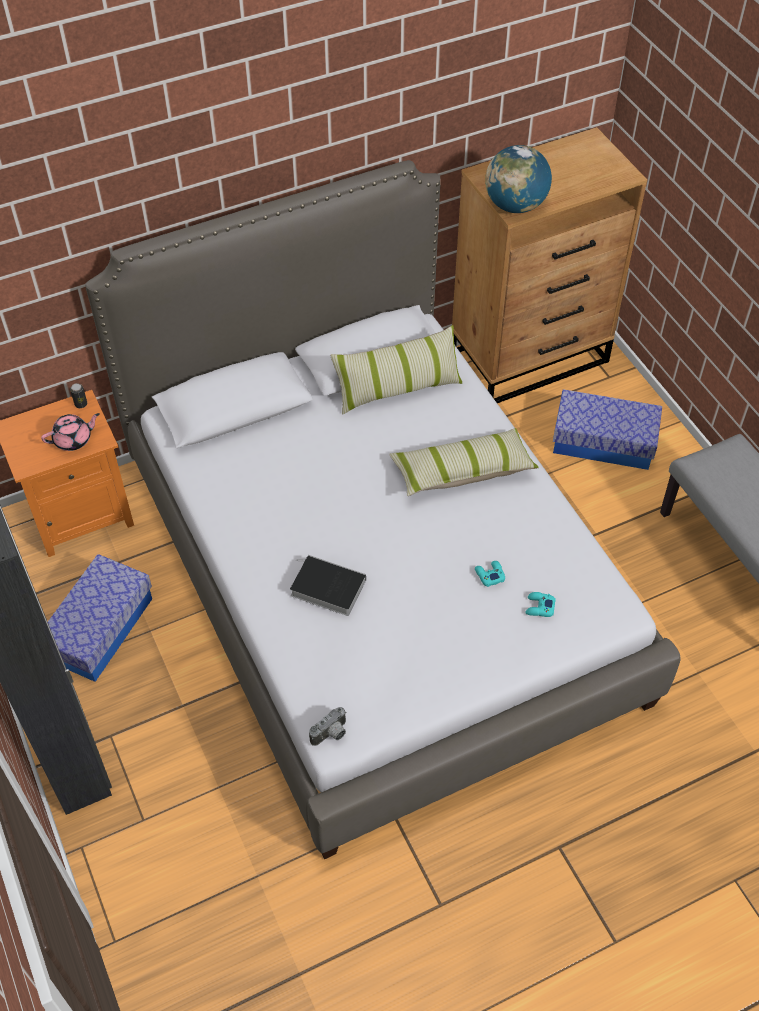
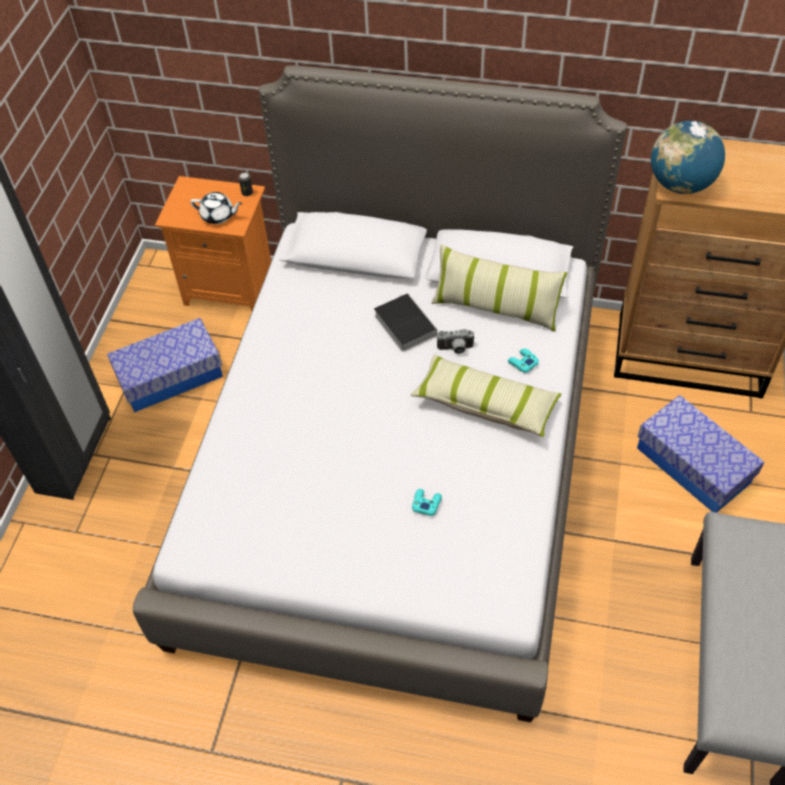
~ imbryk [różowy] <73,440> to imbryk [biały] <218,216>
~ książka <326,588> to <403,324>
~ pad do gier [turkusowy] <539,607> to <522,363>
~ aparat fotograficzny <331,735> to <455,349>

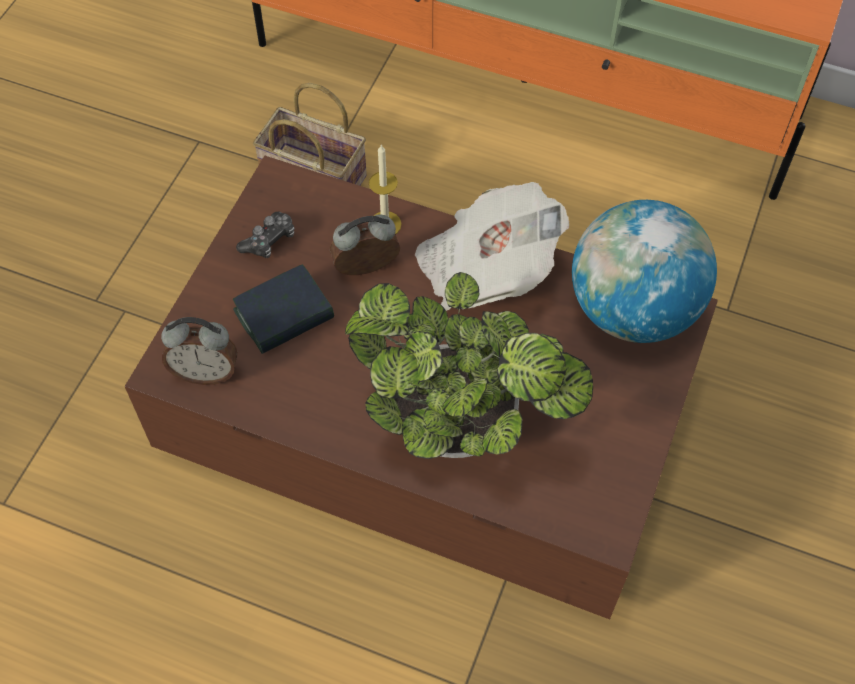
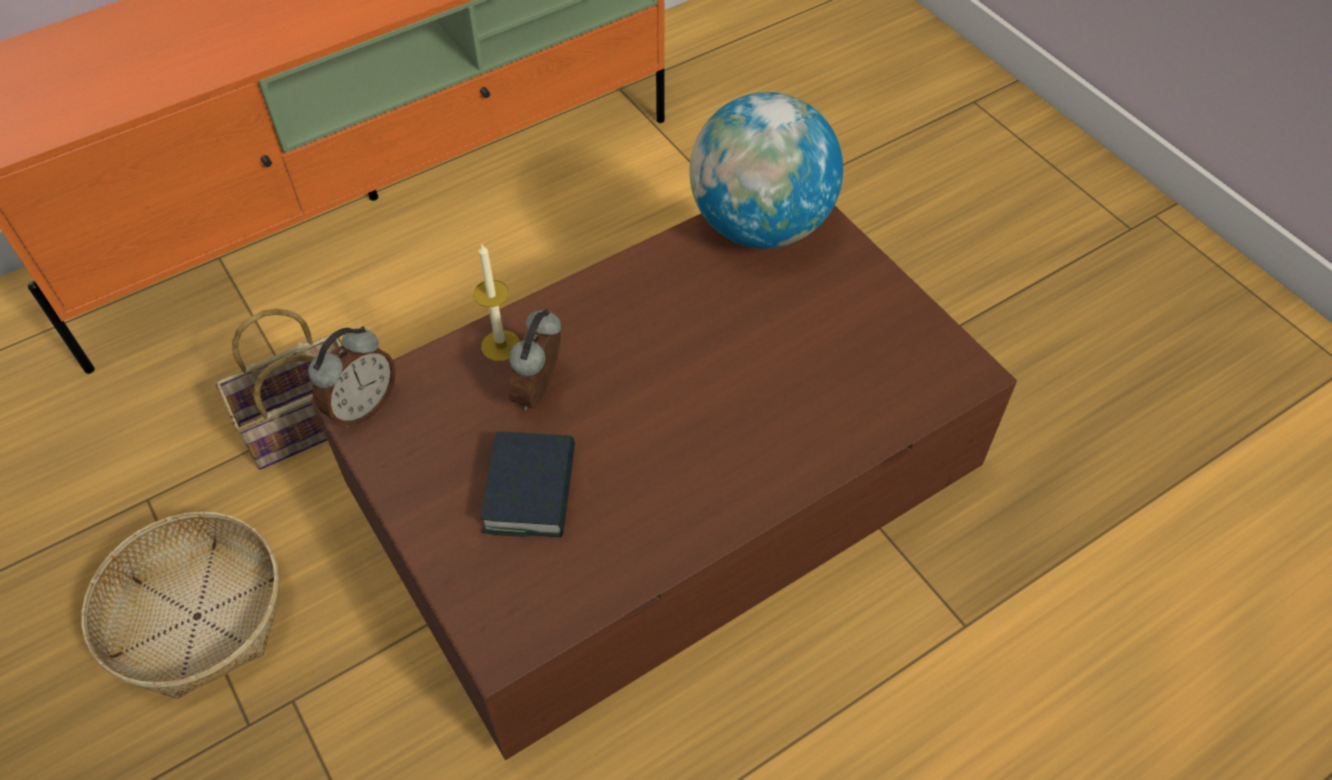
- gazeta <486,268>
- pad do gier <269,241>
- roślina doniczkowa <463,424>
~ budzik <206,372> to <362,406>
+ koszyk <196,616>

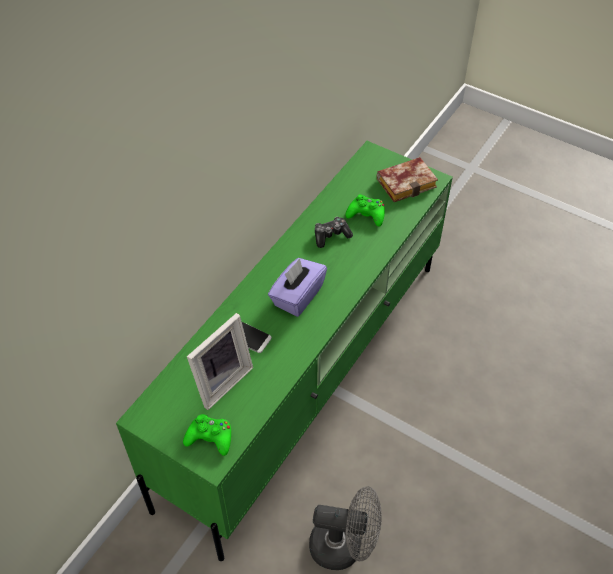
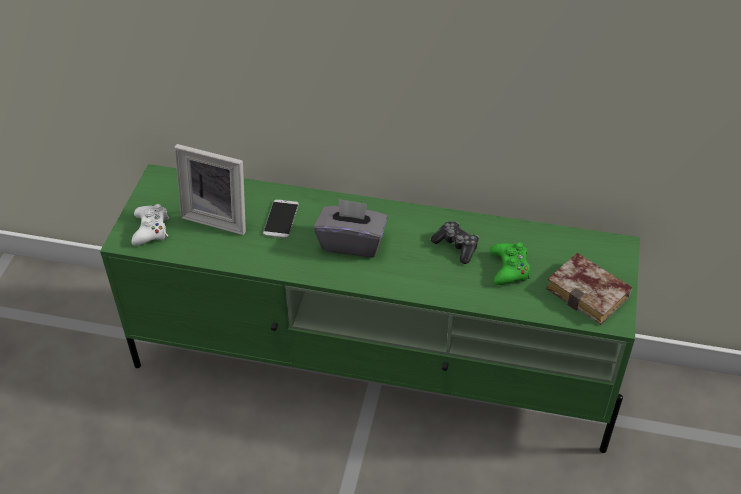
~ pudełko chusteczek [fioletowy] <297,296> to pudełko chusteczek [szary] <352,242>
~ pad do gier [zielony] <210,437> to pad do gier [biały] <151,229>
- wentylator [szary] <344,546>

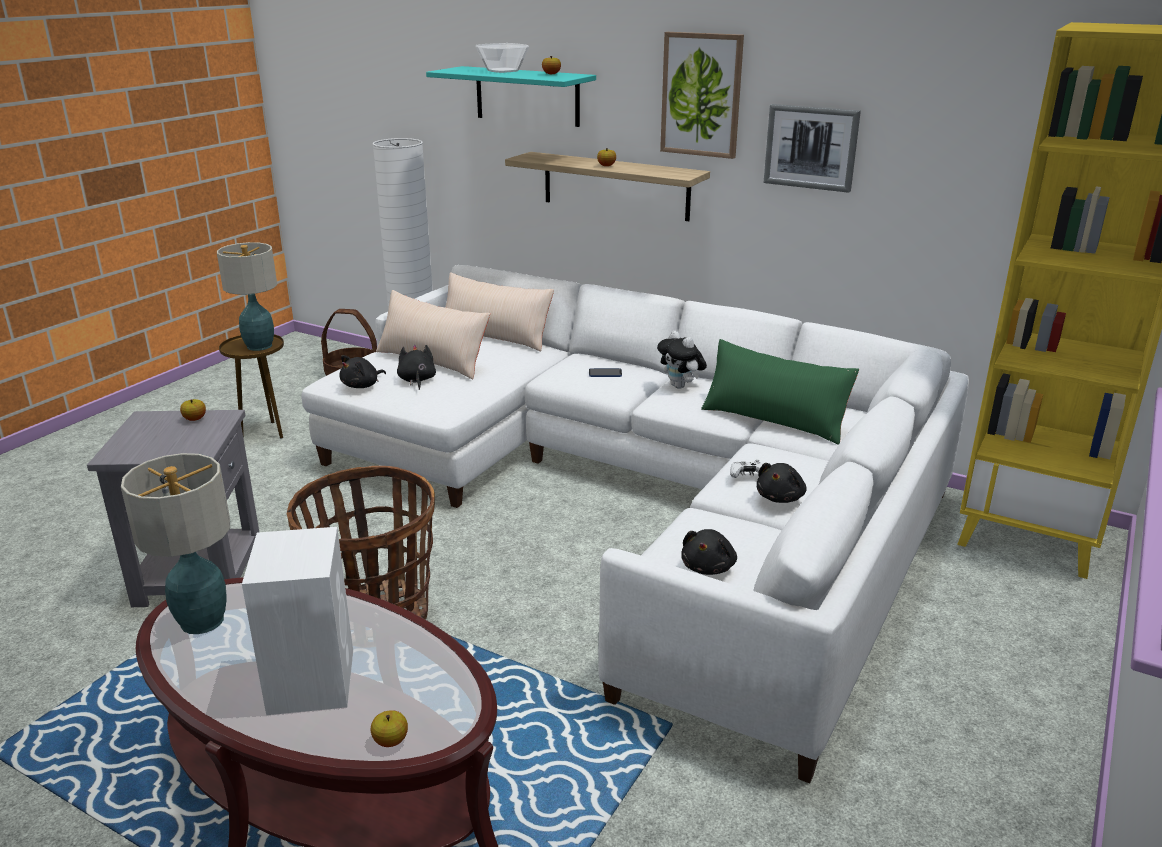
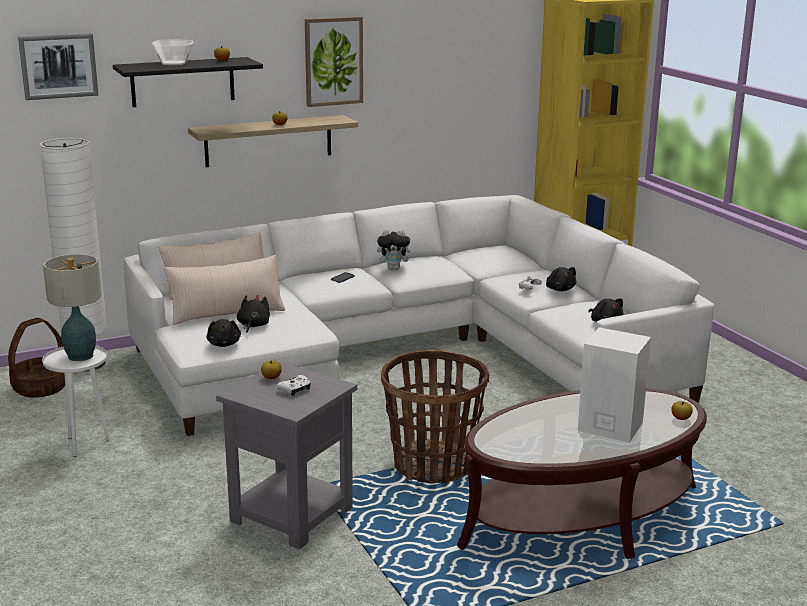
~ półka [turkusowy] <527,96> to półka [czarny] <182,82>
~ obraz <811,147> to <58,66>
~ stolik [brązowy] <265,432> to stolik [biały] <84,444>
- poduszka [zielony] <774,420>
~ pluszak [czarny] <417,380> = <253,326> 75 degrees clockwise
- lampa stołowa <201,621>
+ pad do gier [biały] <295,390>

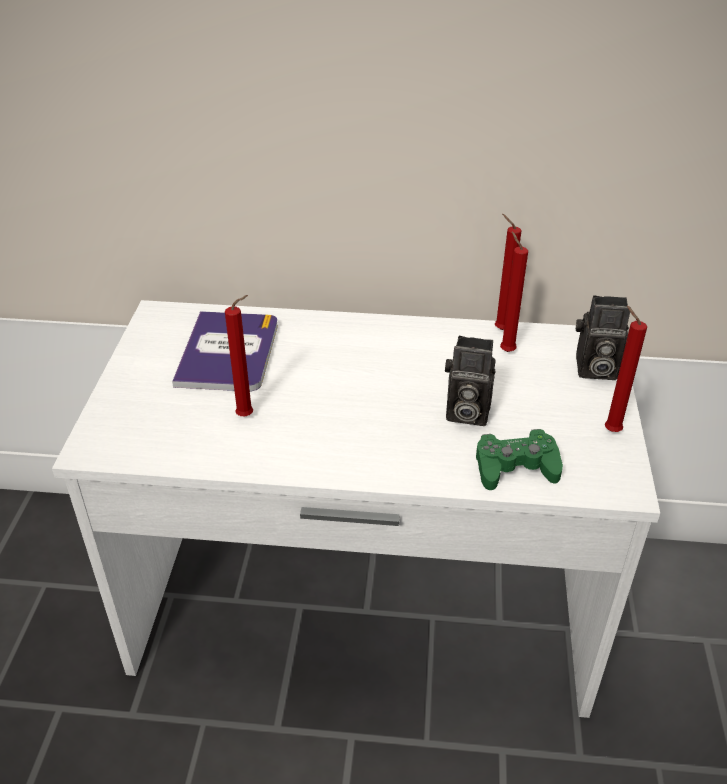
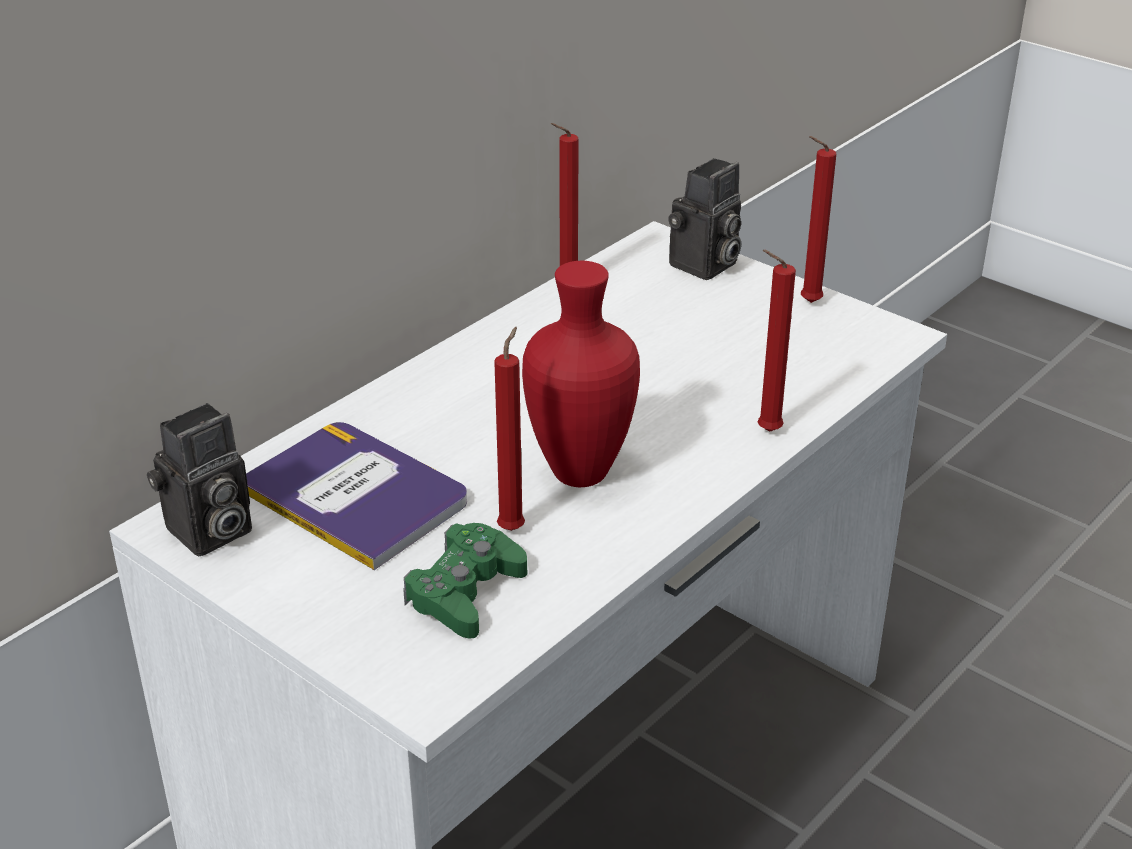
~ świeca [czerwony] <505,350> to <765,431>
~ aparat fotograficzny <465,413> to <208,534>
~ pad do gier [zielony] <515,467> to <465,592>
+ wazon [czerwony] <582,471>

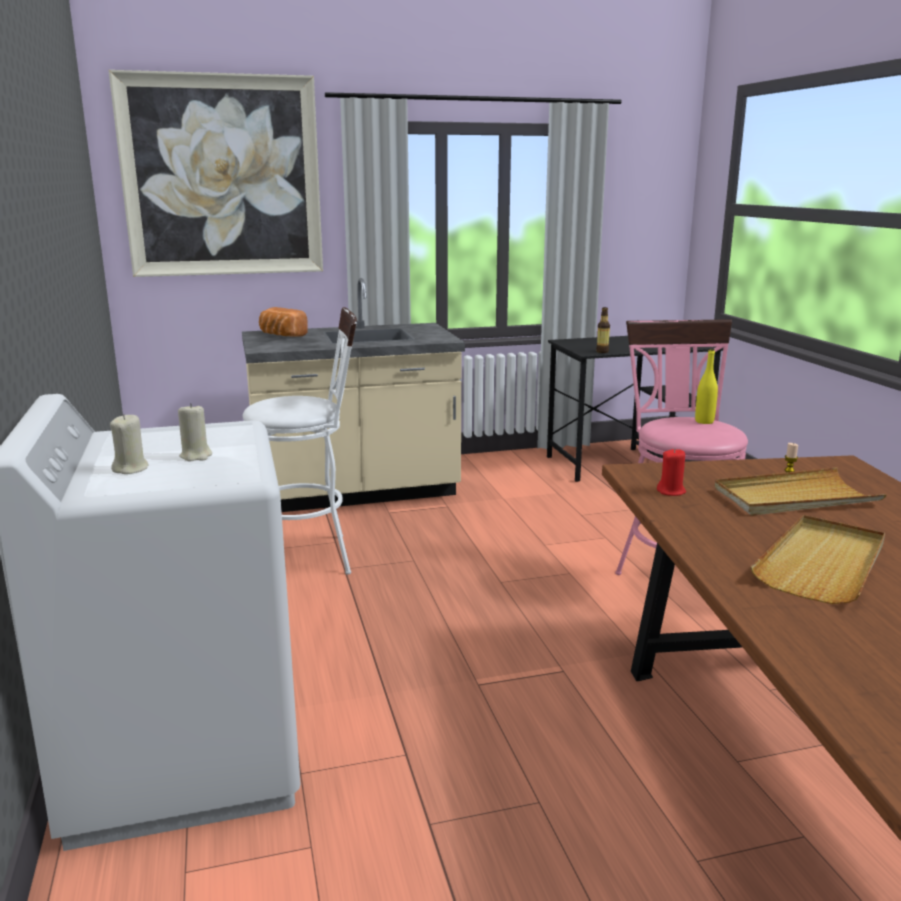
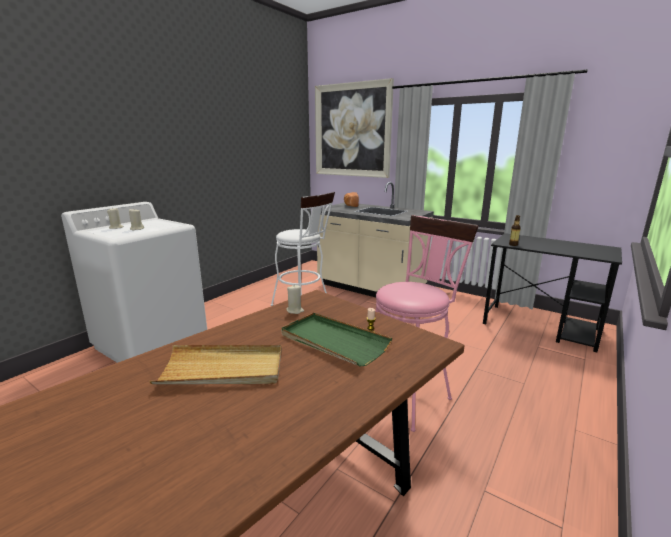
- butelka [żółty] <704,421>
~ świeca [czerwony] <671,491> to świeca [beżowy] <295,310>
~ taca [beżowy] <794,497> to taca [zielony] <333,341>

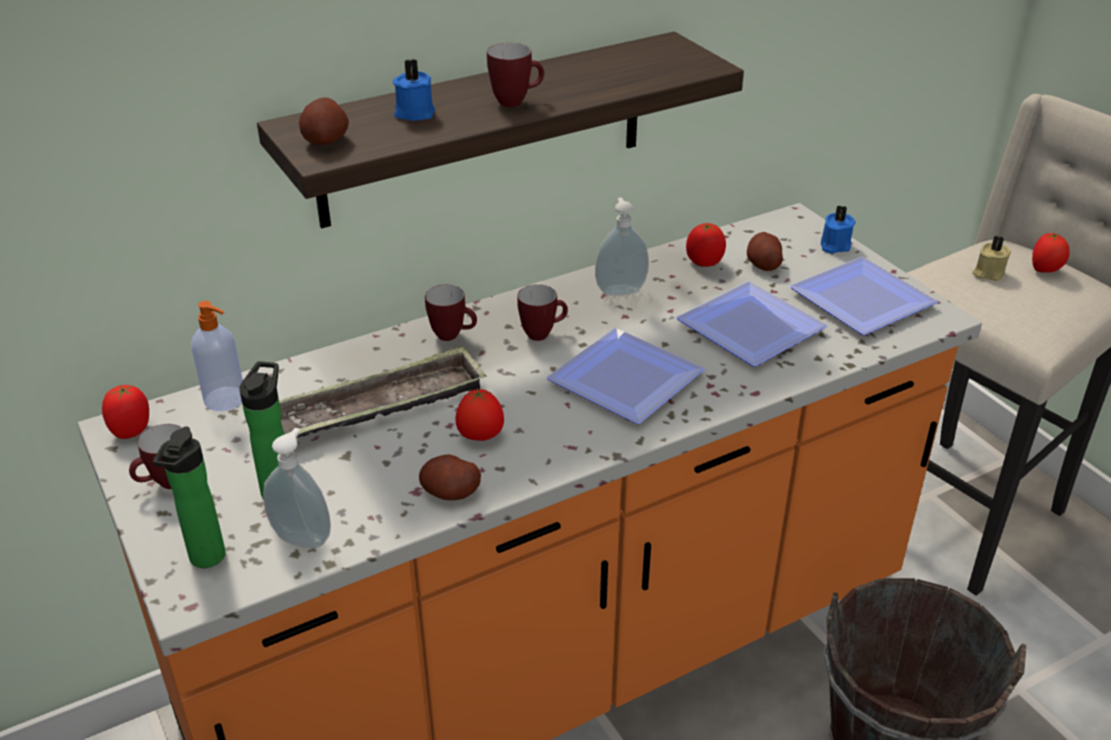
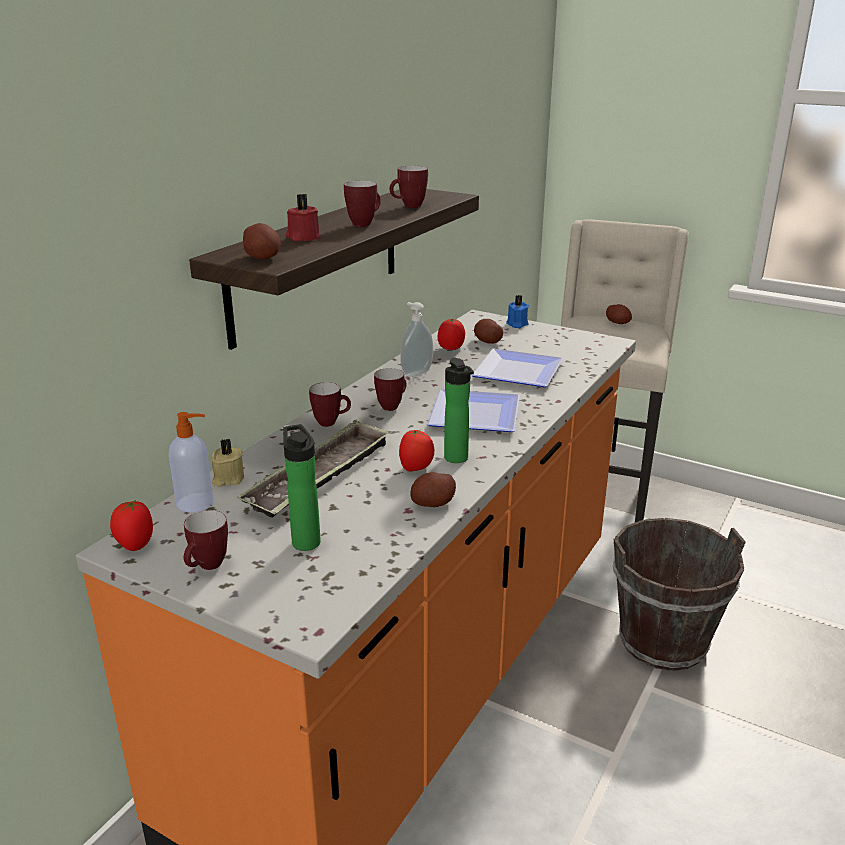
~ świeca [niebieski] <414,112> to świeca [czerwony] <303,237>
~ pomidor <1045,270> to ziemniak <618,323>
~ świeca [beżowy] <987,273> to <227,479>
- talerz <861,303>
~ butelka <205,560> to <457,459>
- dozownik mydła <304,537>
+ kubek <409,207>

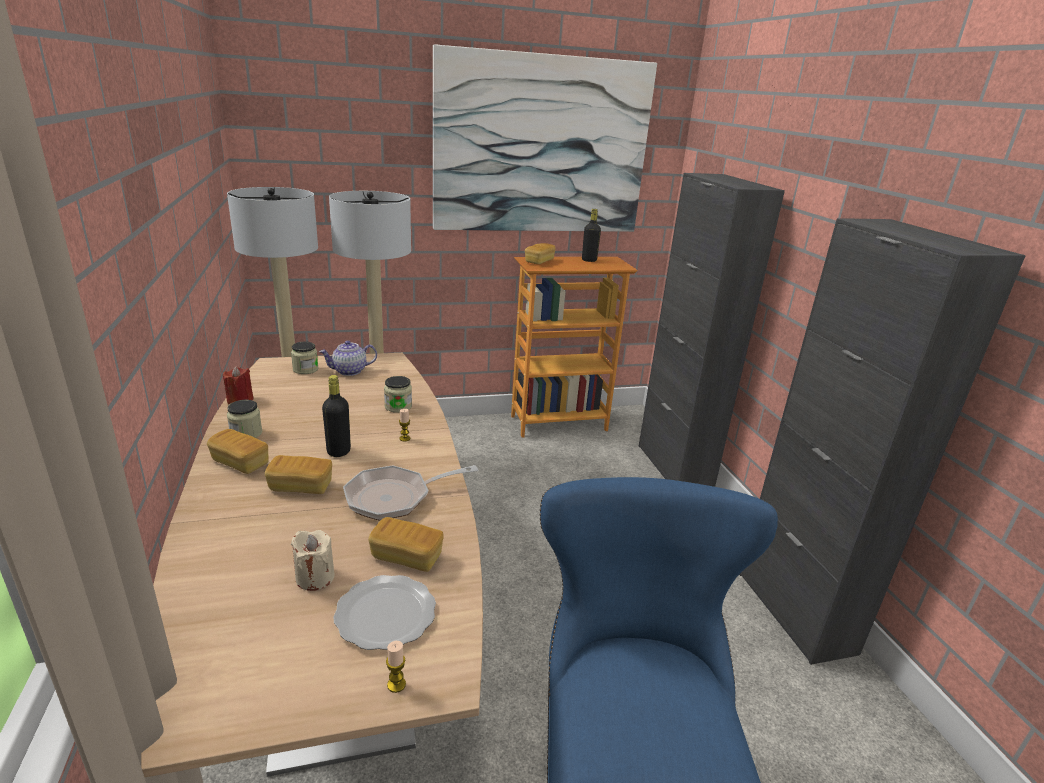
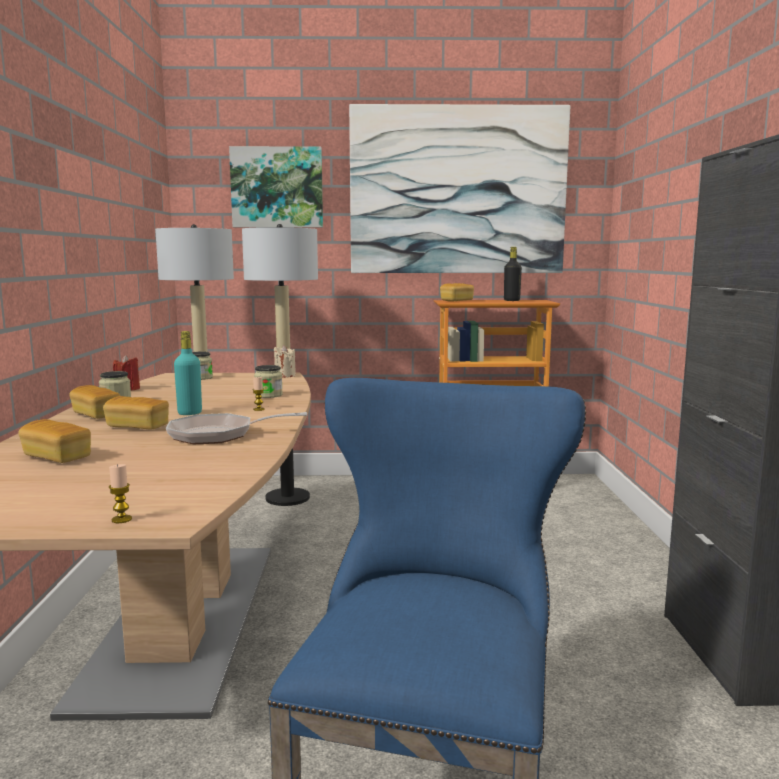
- szafka [czarny] <674,467>
- imbryk <349,371>
~ butelka [czarny] <338,451> to butelka [turkusowy] <190,413>
~ chleb <406,557> to <57,457>
~ świeca [beżowy] <315,577> to <285,375>
- talerz <384,613>
+ obraz <277,187>

